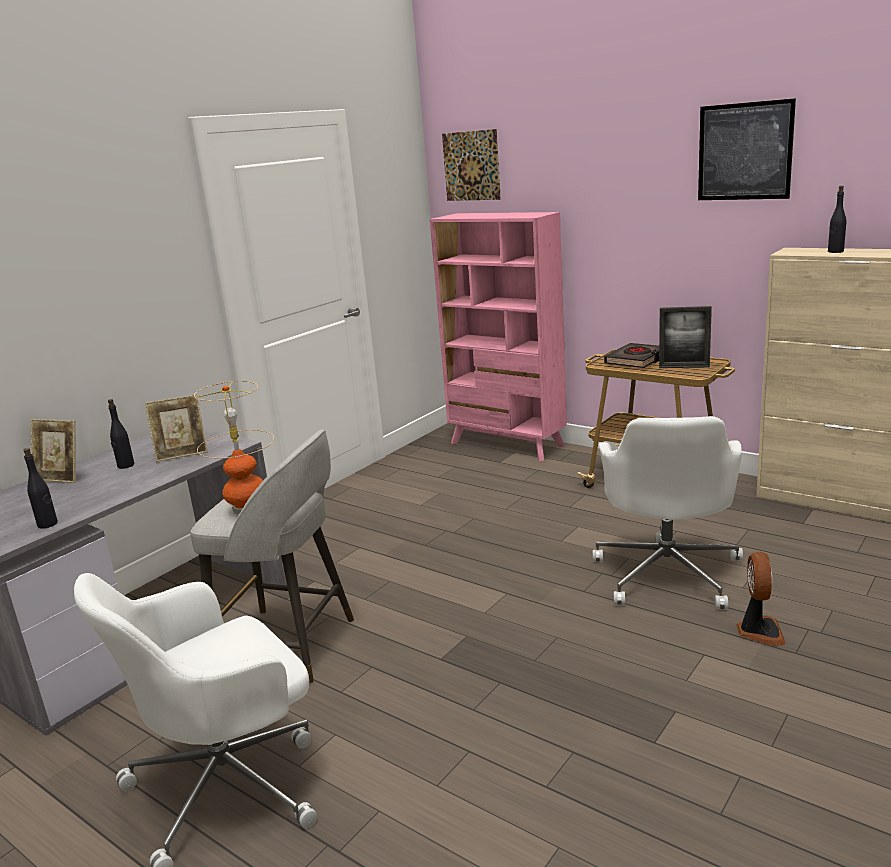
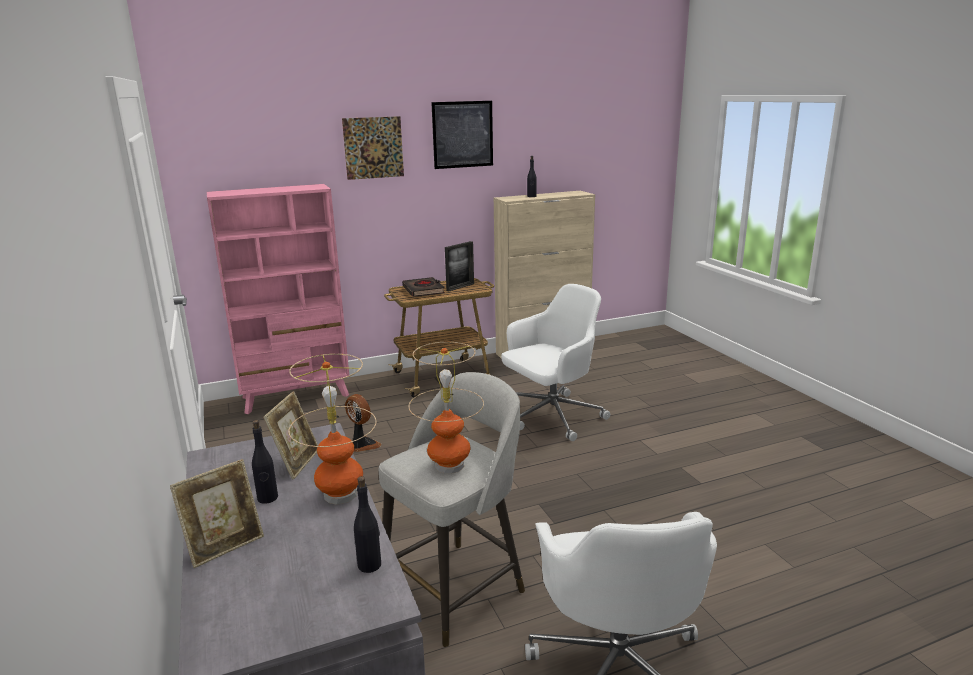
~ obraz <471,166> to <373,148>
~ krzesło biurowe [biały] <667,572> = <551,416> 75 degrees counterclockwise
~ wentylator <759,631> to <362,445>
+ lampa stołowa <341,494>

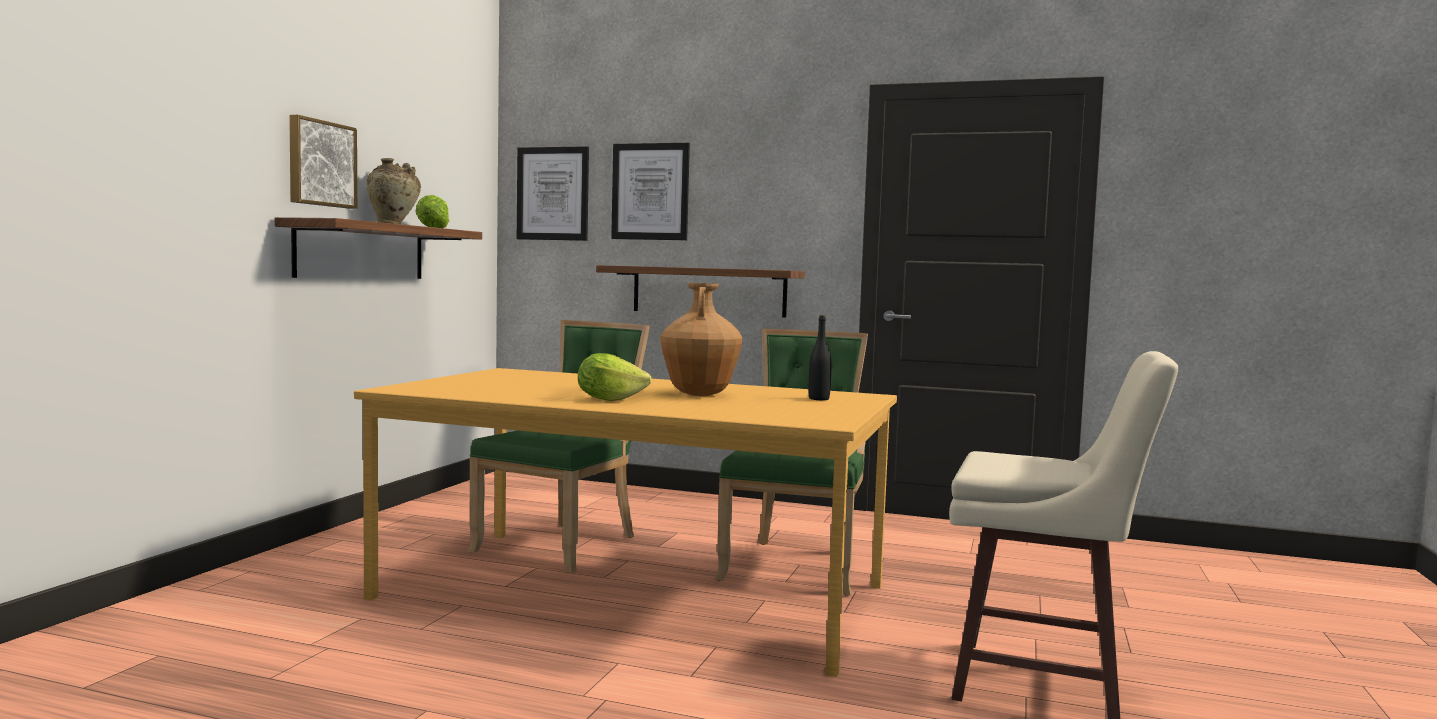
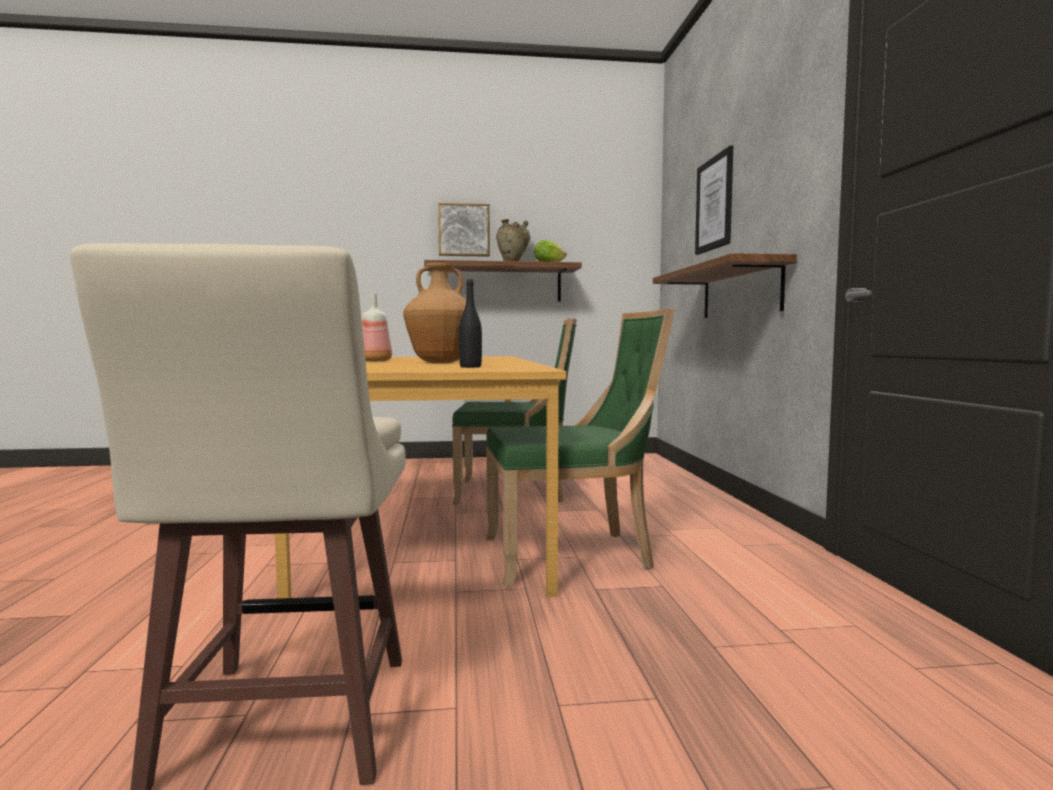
- obraz <553,194>
~ sałata <609,399> to butelka <376,361>

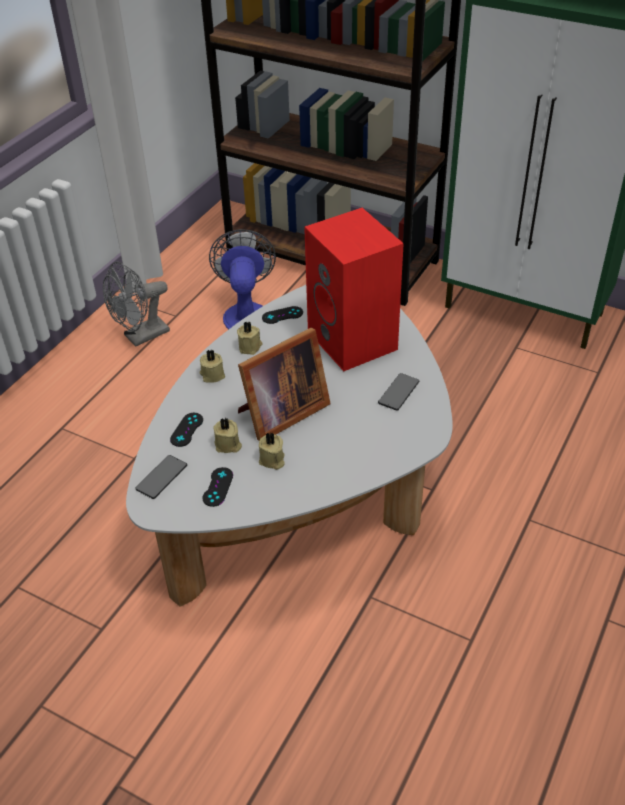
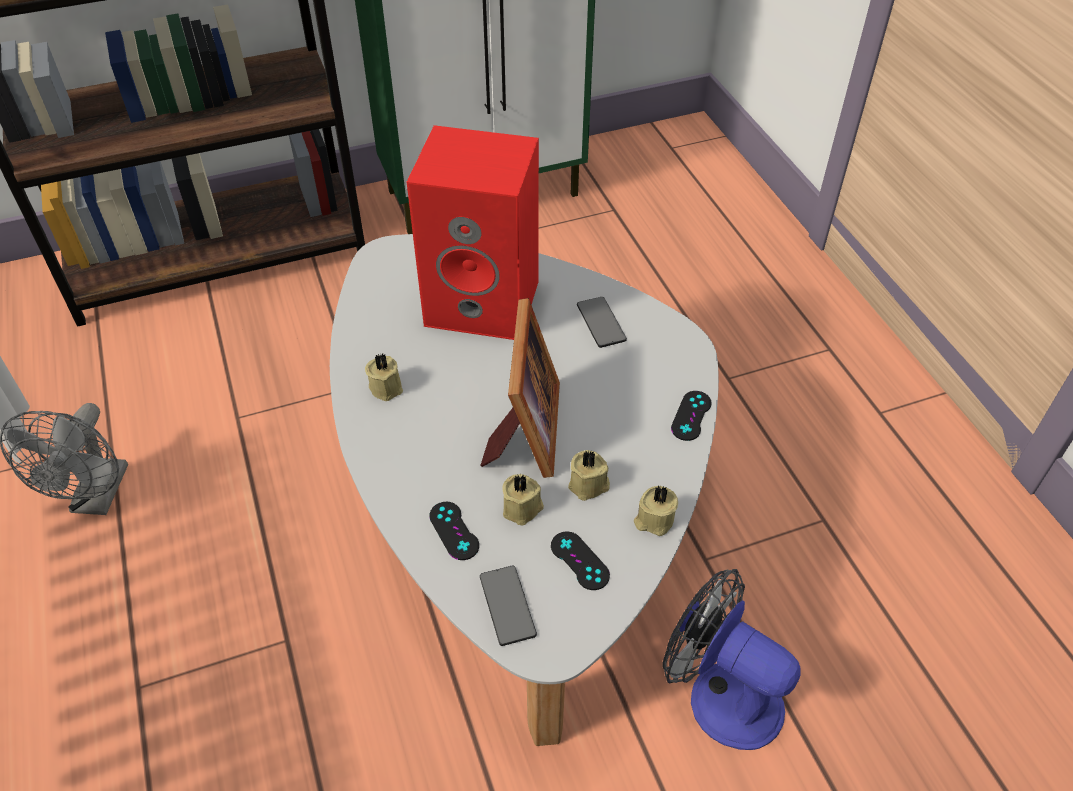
~ wentylator <246,312> to <720,694>
~ pad do gier [czarny] <282,315> to <691,416>
~ świeca [beżowy] <212,375> to <653,520>

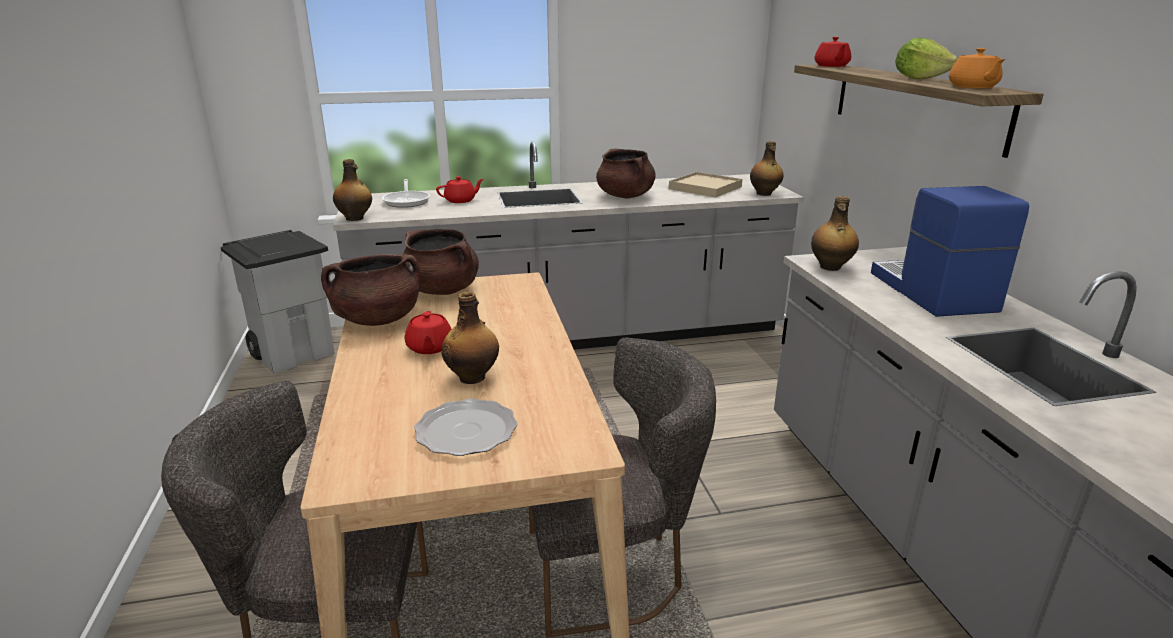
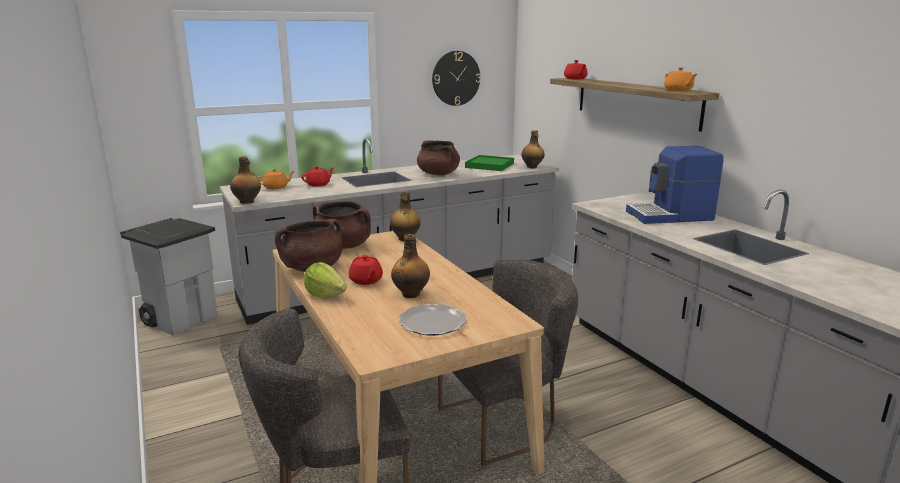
~ sałata <920,78> to <325,295>
~ taca [beżowy] <705,188> to taca [zielony] <489,165>
~ patelnia <407,201> to imbryk [pomarańczowy] <276,187>
~ ekspres do kawy <931,292> = <670,216> 75 degrees counterclockwise
~ butelka <830,267> to <405,239>
+ zegar ścienny <456,78>

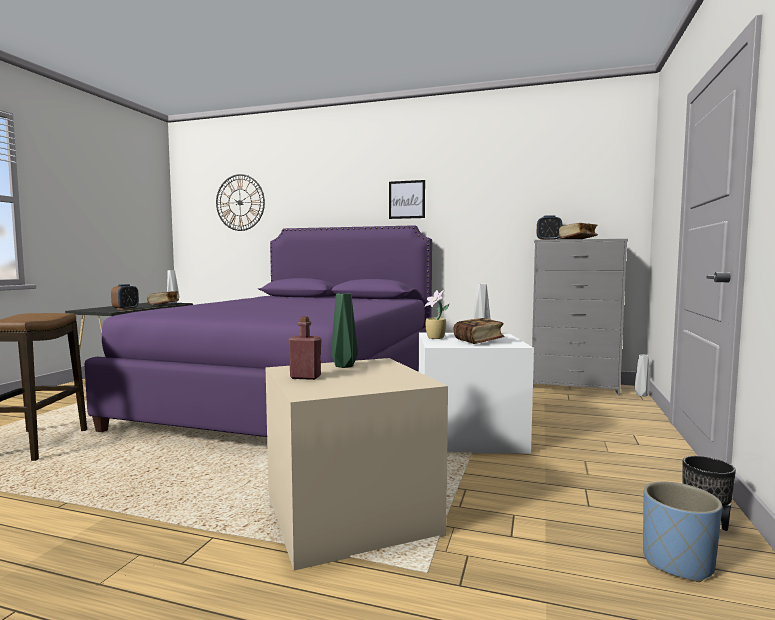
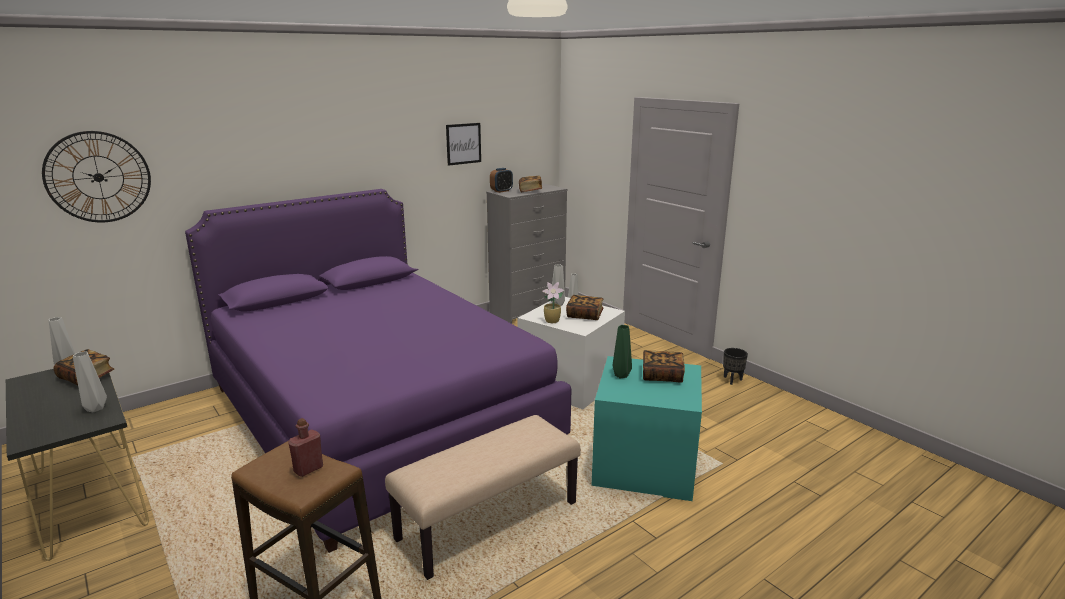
~ obraz <407,199> to <463,143>
~ budzik <125,309> to wazon [szary] <96,408>
~ butelka [czerwony] <305,377> to <308,469>
~ pojemnik do przechowywania [beżowy] <348,515> to pojemnik do przechowywania [turkusowy] <646,466>
- donica [niebieski] <677,563>
+ książka <662,375>
+ ławka [beżowy] <488,520>

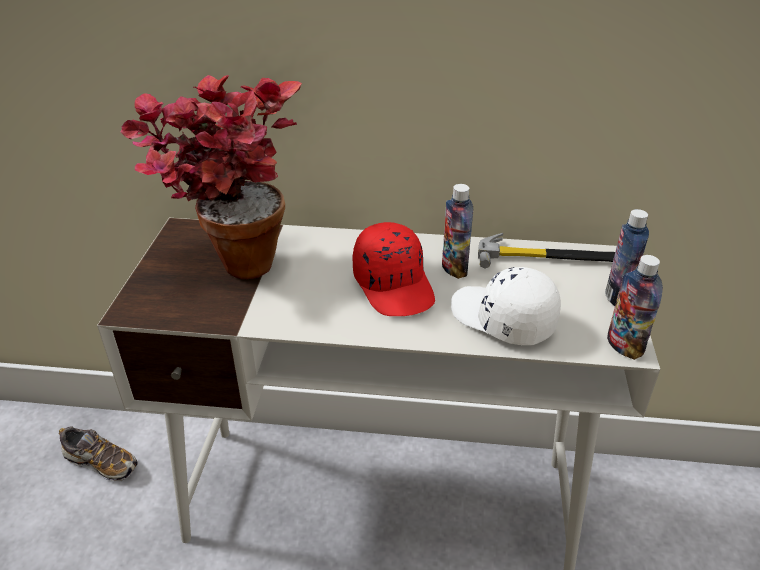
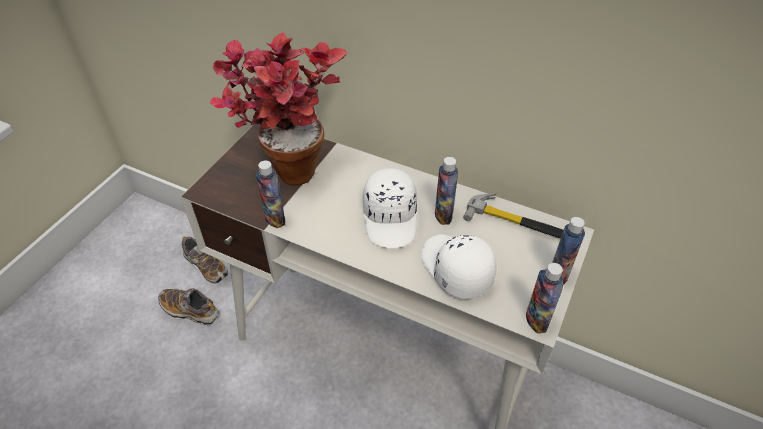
~ czapka z daszkiem [czerwony] <395,285> to czapka z daszkiem [biały] <391,218>
+ butelka <275,219>
+ but <190,311>

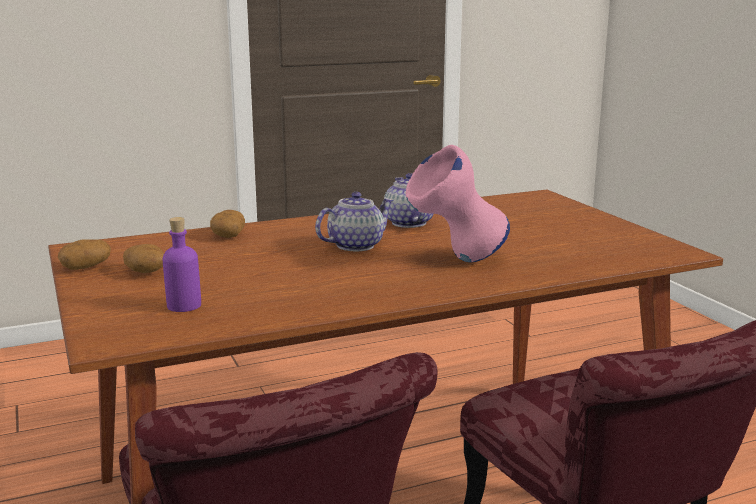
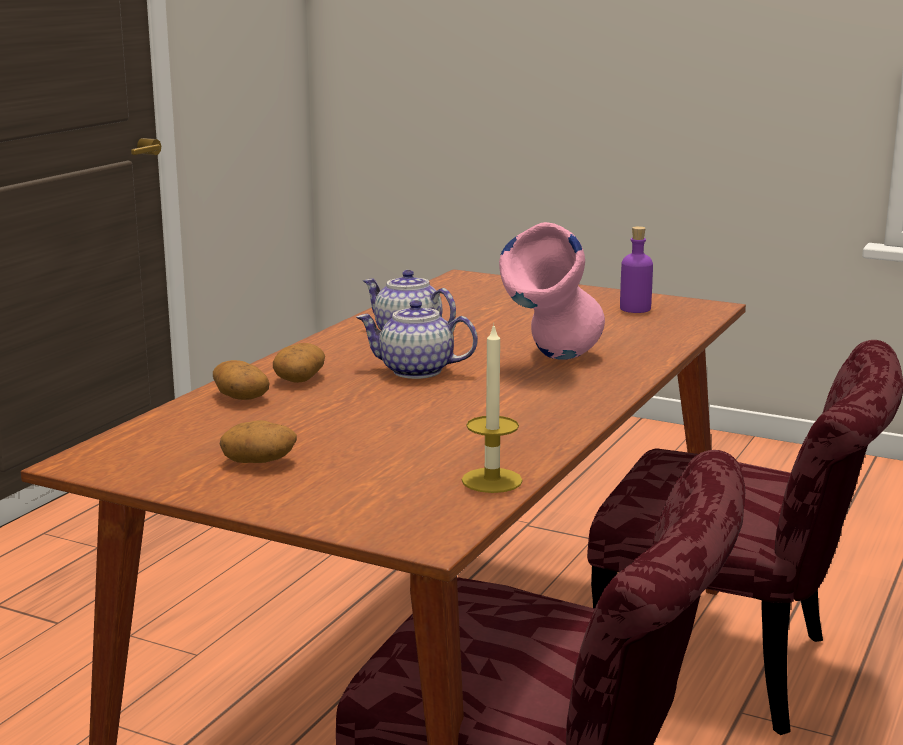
~ imbryk <355,245> = <415,371> 90 degrees counterclockwise
~ butelka [fioletowy] <184,305> to <635,309>
~ ziemniak <86,267> to <299,378>
+ świeca <492,480>

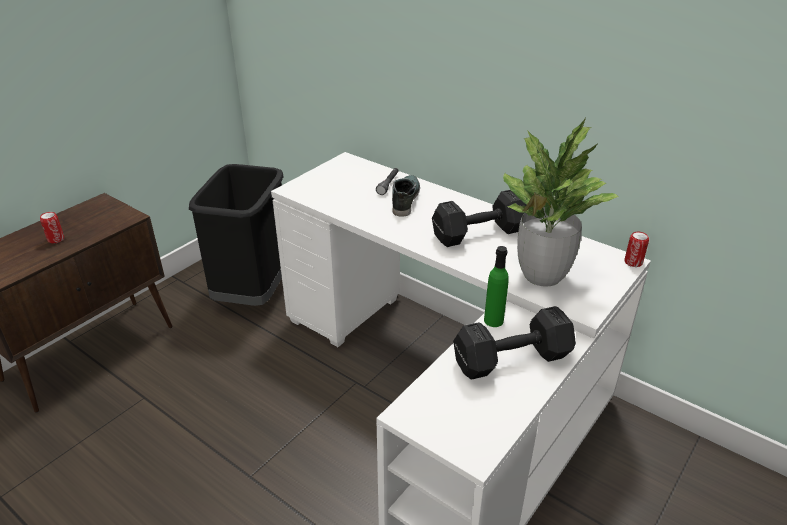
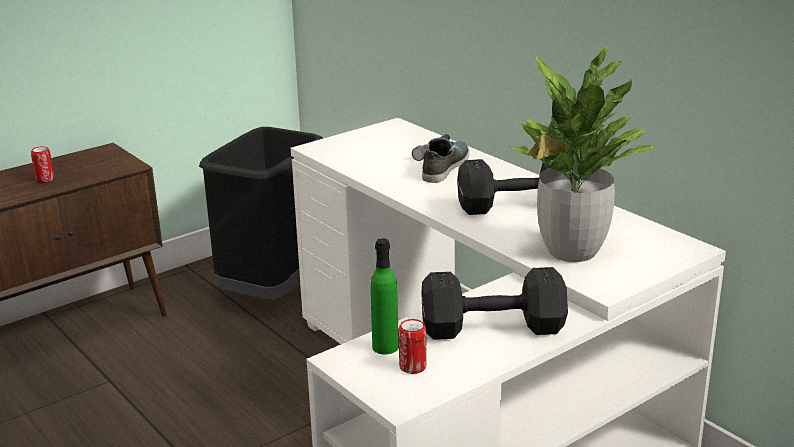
~ puszka <633,262> to <413,367>
~ butelka [zielony] <493,320> to <385,347>

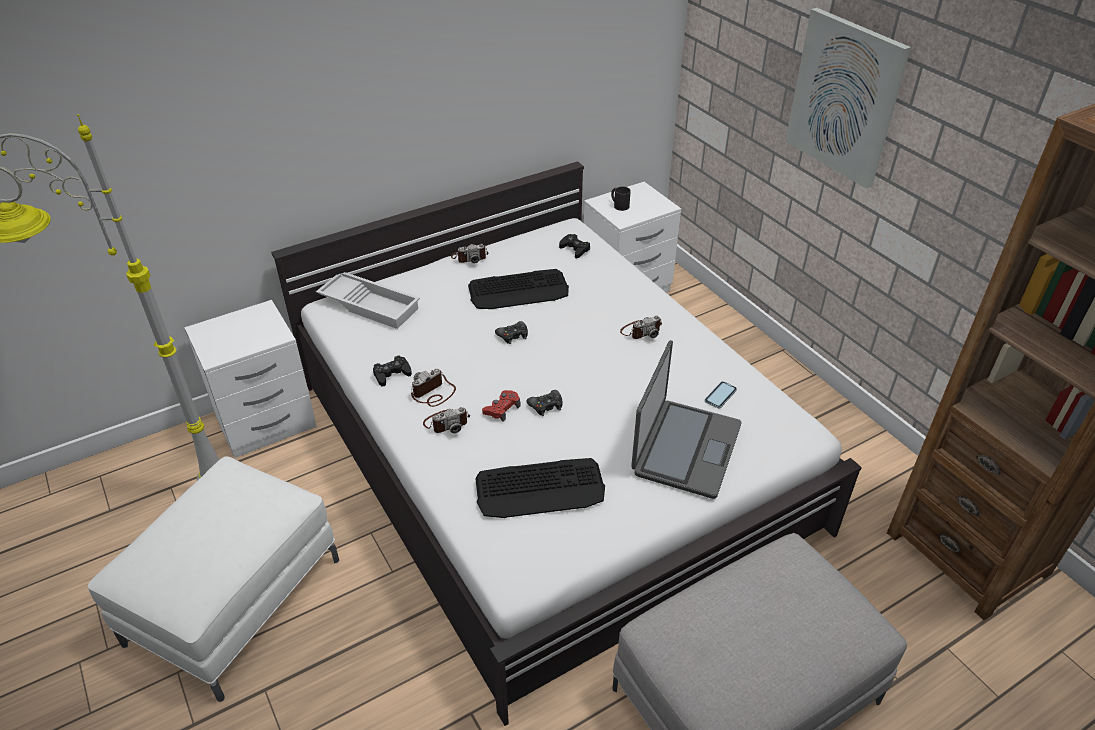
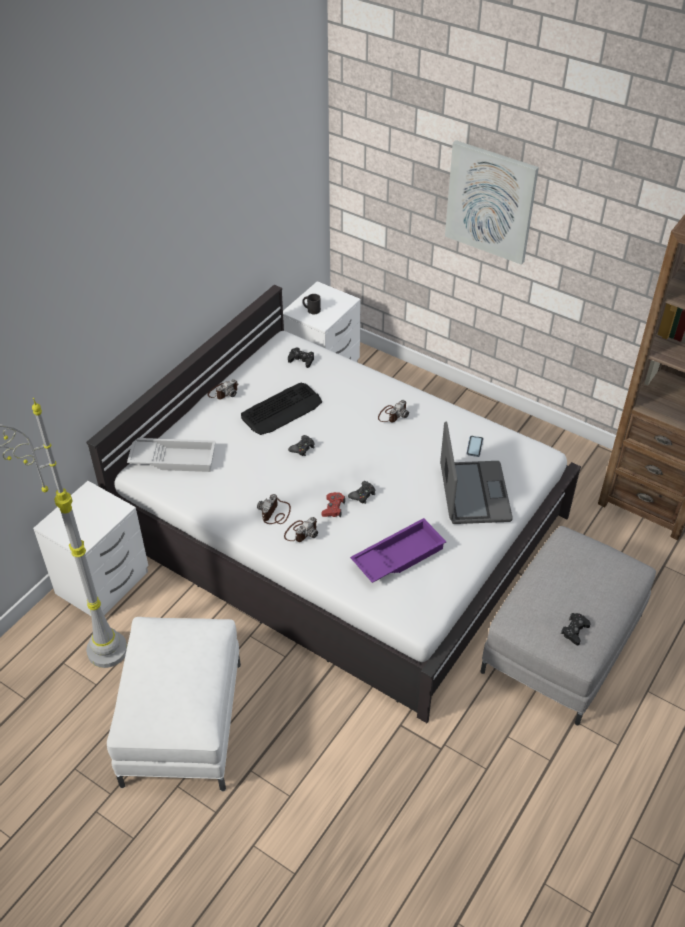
~ pad do gier [czarny] <392,374> to <574,631>
~ klawiatura <540,489> to taca [fioletowy] <398,555>

